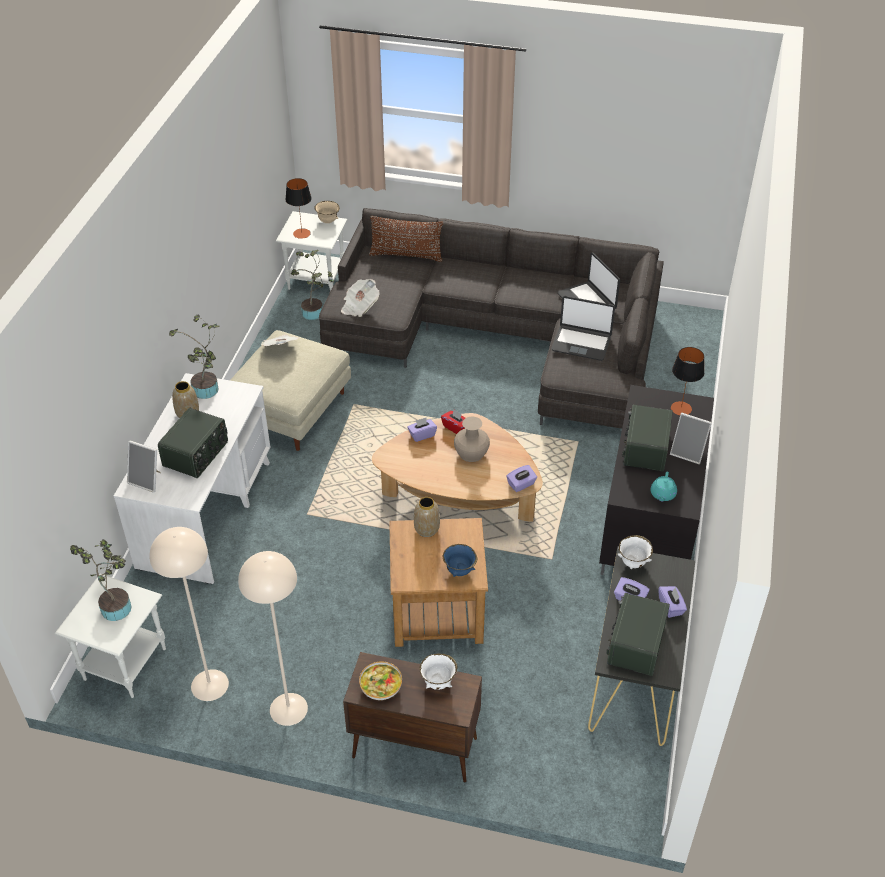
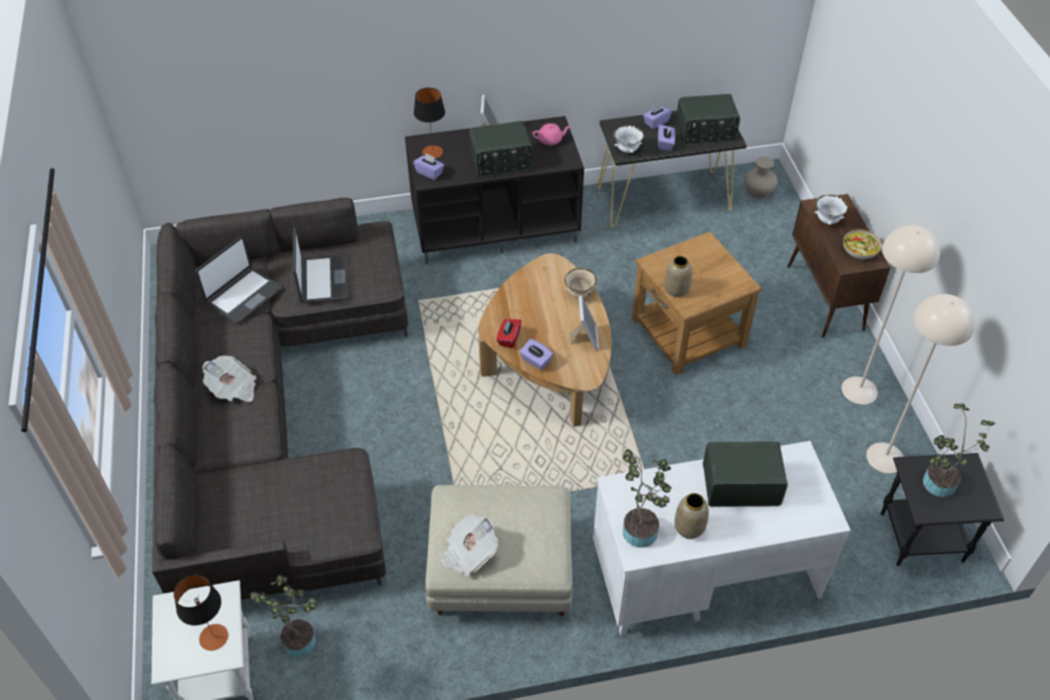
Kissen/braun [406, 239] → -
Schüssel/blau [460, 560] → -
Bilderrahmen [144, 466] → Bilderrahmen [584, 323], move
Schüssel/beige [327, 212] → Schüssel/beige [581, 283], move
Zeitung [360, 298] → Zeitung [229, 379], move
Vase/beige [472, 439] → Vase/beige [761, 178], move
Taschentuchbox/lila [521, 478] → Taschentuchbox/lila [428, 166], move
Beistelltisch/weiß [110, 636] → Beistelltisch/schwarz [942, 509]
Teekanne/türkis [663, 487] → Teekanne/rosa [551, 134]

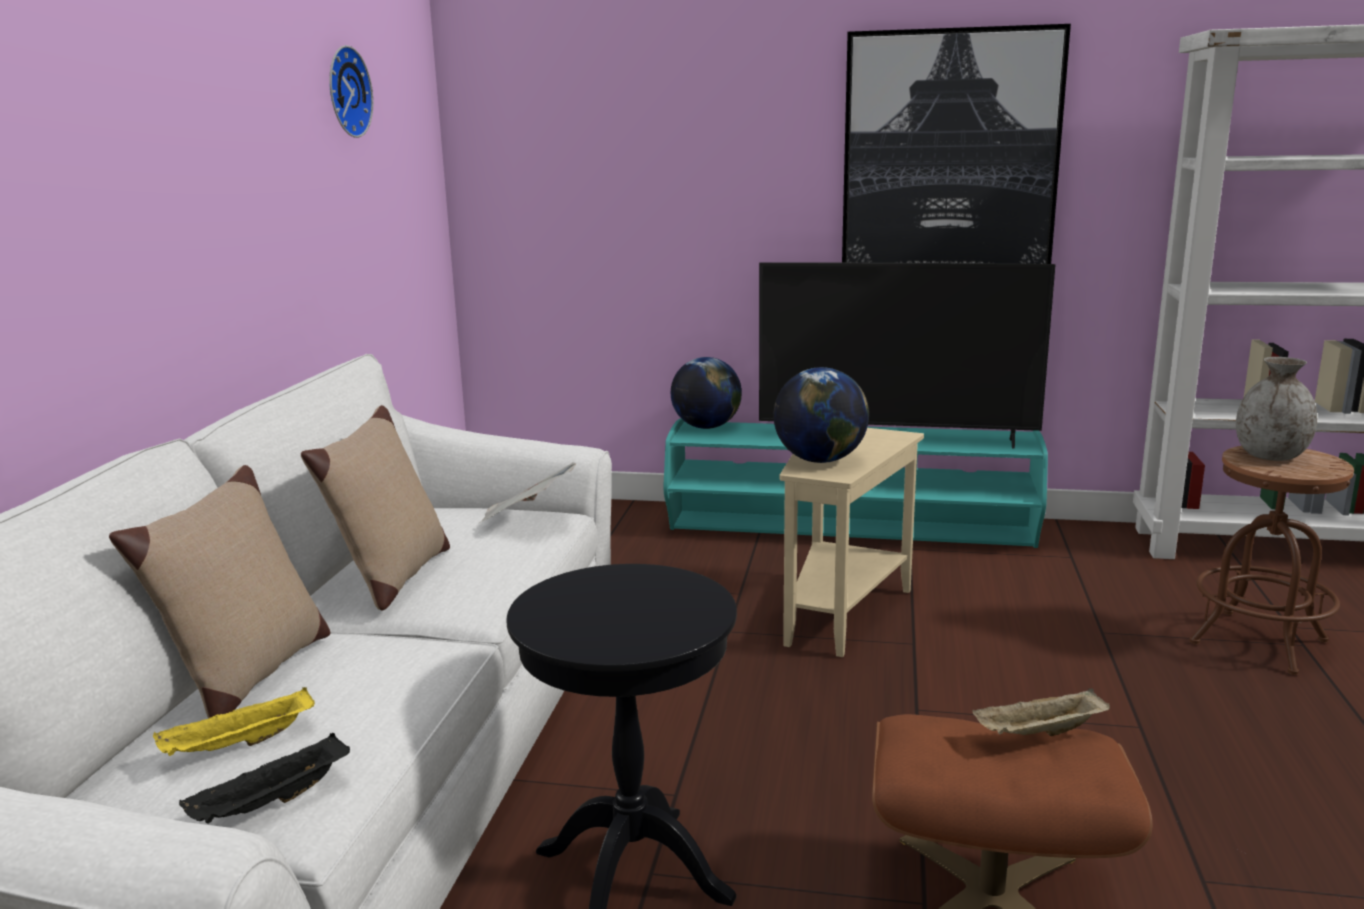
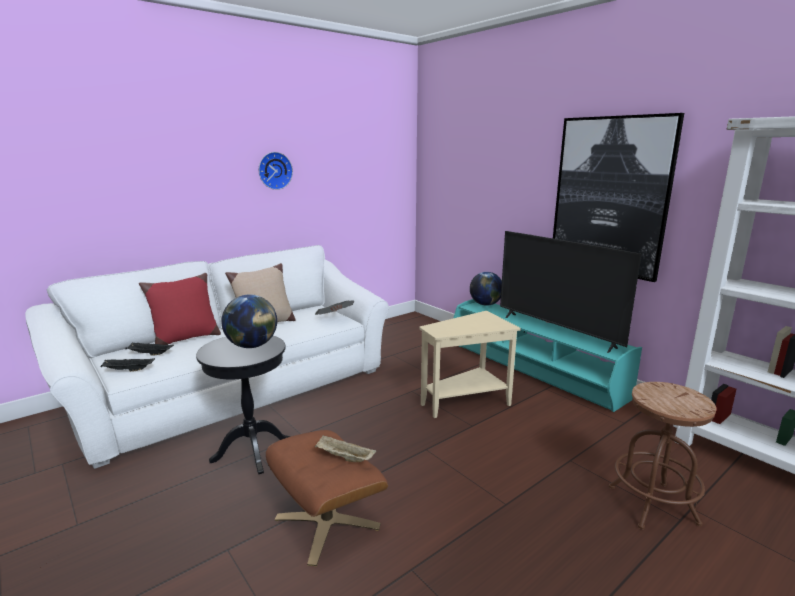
Vase/grau [1276, 409] → -
Wanduhr [351, 91] → Wanduhr [276, 171], move
Globus [821, 415] → Globus [249, 321], move
Kissen/beige [219, 592] → Kissen/rot [180, 309]
Tablett/gelb [234, 721] → Tablett/schwarz [149, 349]

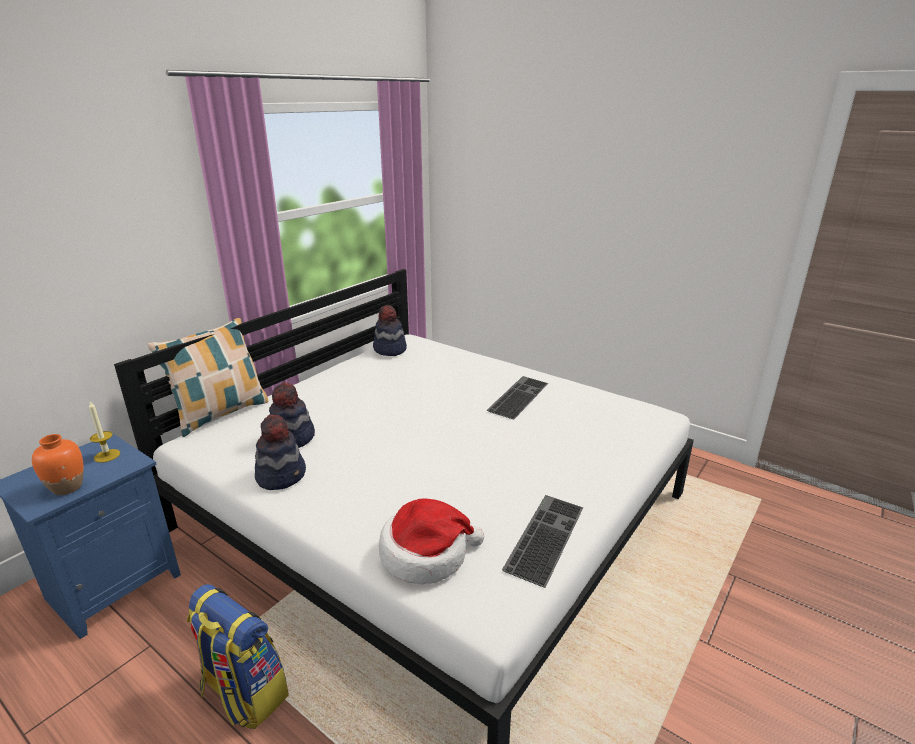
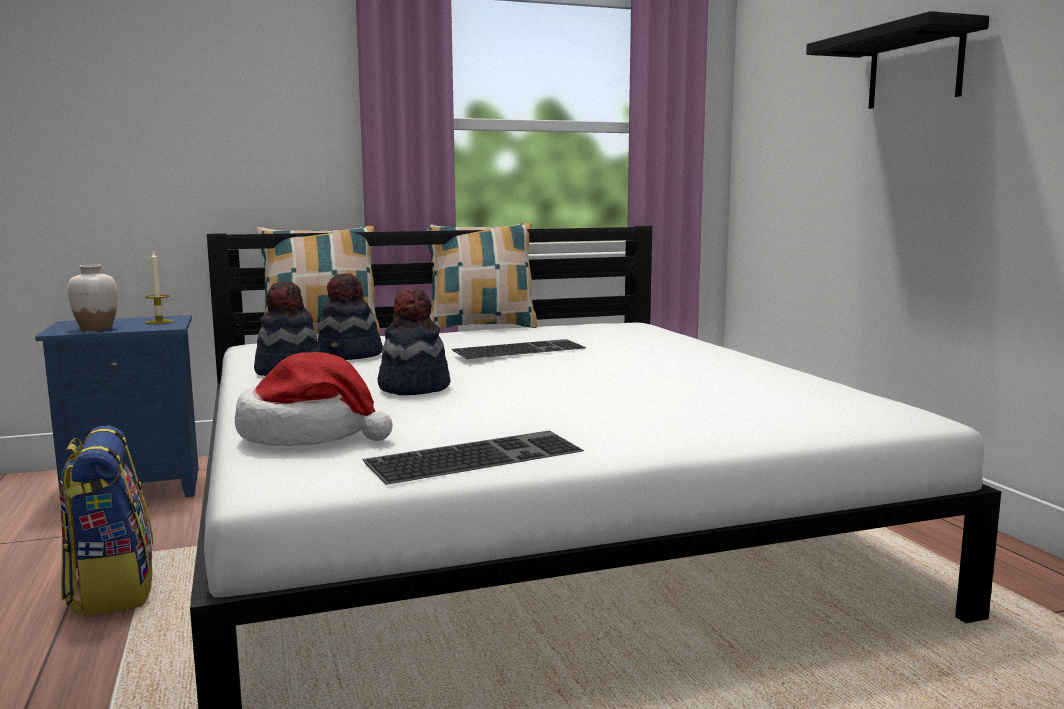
- → Kissen [482, 276]
- → Wandregal/schwarz [897, 60]
Hut [390, 330] → Hut [414, 341], move
Tastatur [517, 398] → Tastatur [519, 349], move
Vase/orange [58, 464] → Vase/weiß [92, 297]

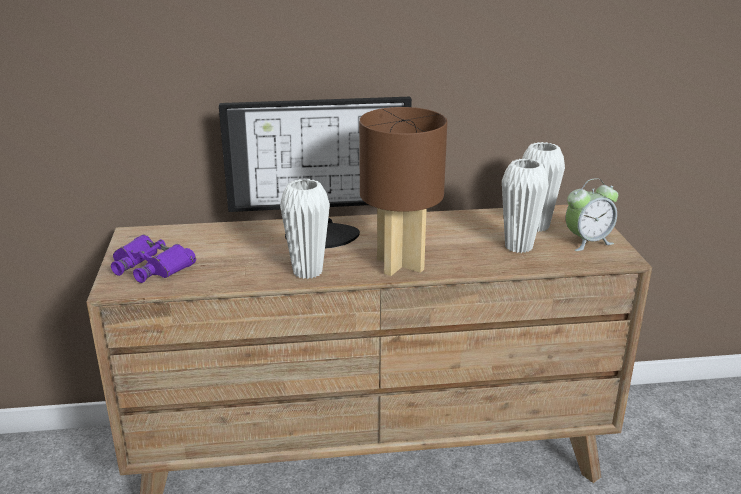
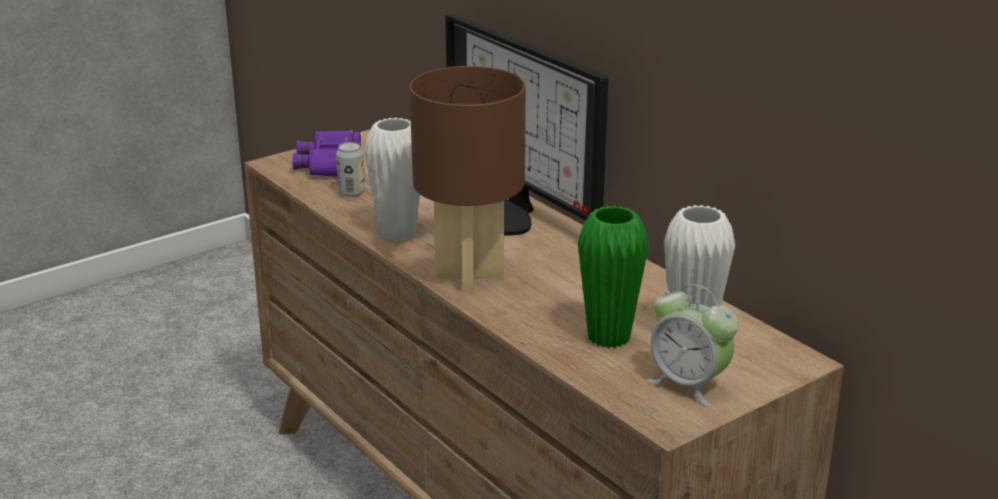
- → Dose [350, 169]
Vase/weiß [525, 206] → Vase/grün [613, 277]

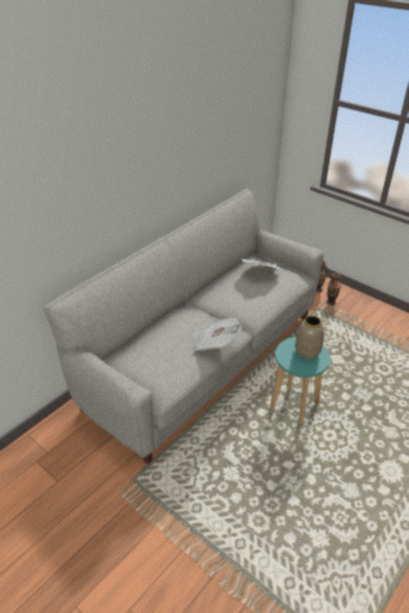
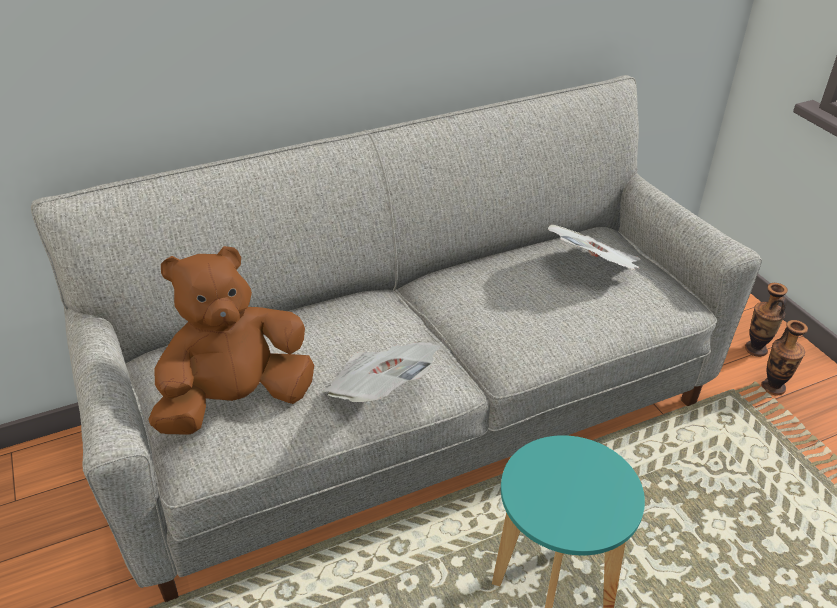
Vase [309, 337] → -
- → Plüschtier/braun [231, 340]

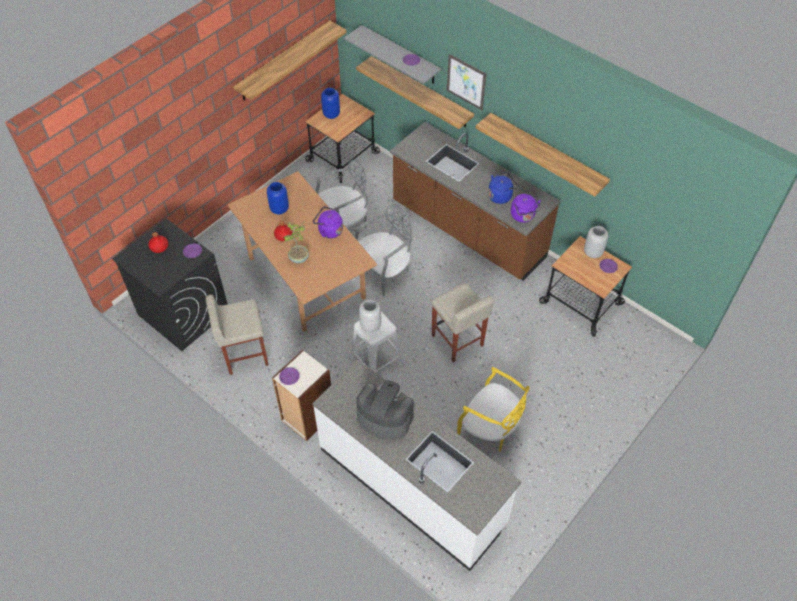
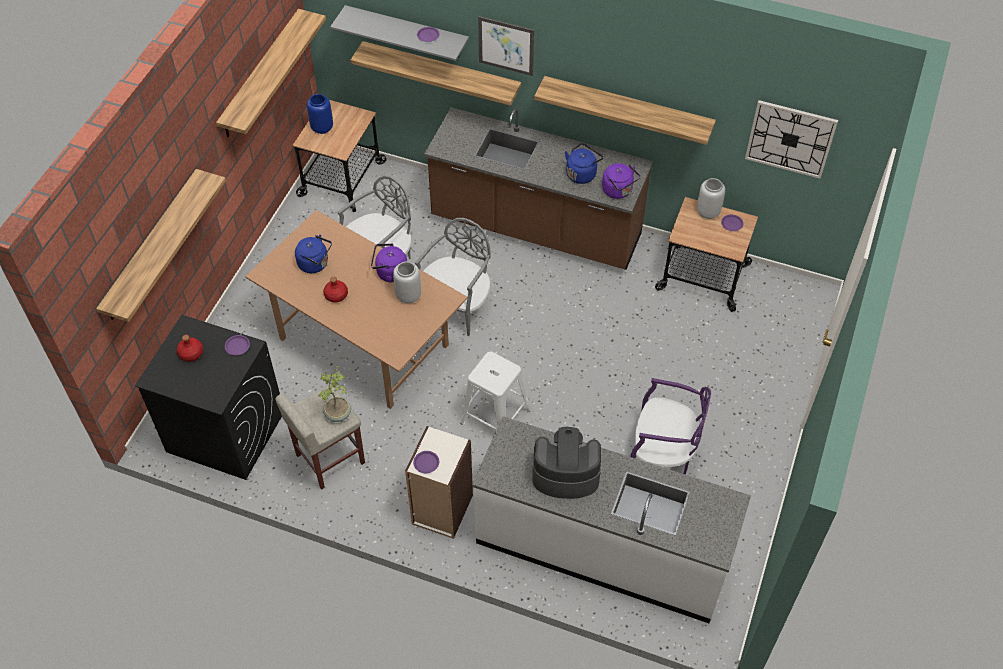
Hocker/beige [462, 322] → -
- → Wandregal [161, 245]
- → Wanduhr [791, 139]
Topfpflanze [296, 242] → Topfpflanze [335, 394], move
Vase/grau [370, 316] → Vase/grau [407, 282], move
Vase/blau [278, 198] → Wasserkessel/blau [313, 254]
Stuhl/gelb [493, 409] → Stuhl/lila [670, 426]

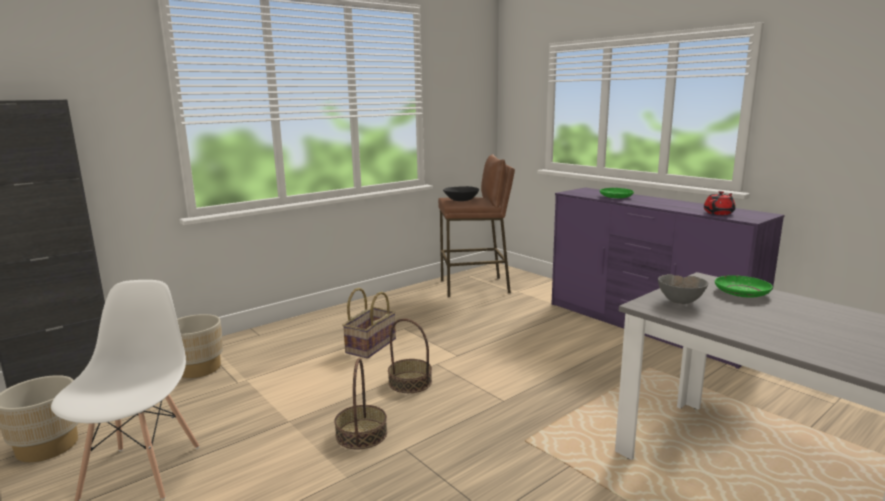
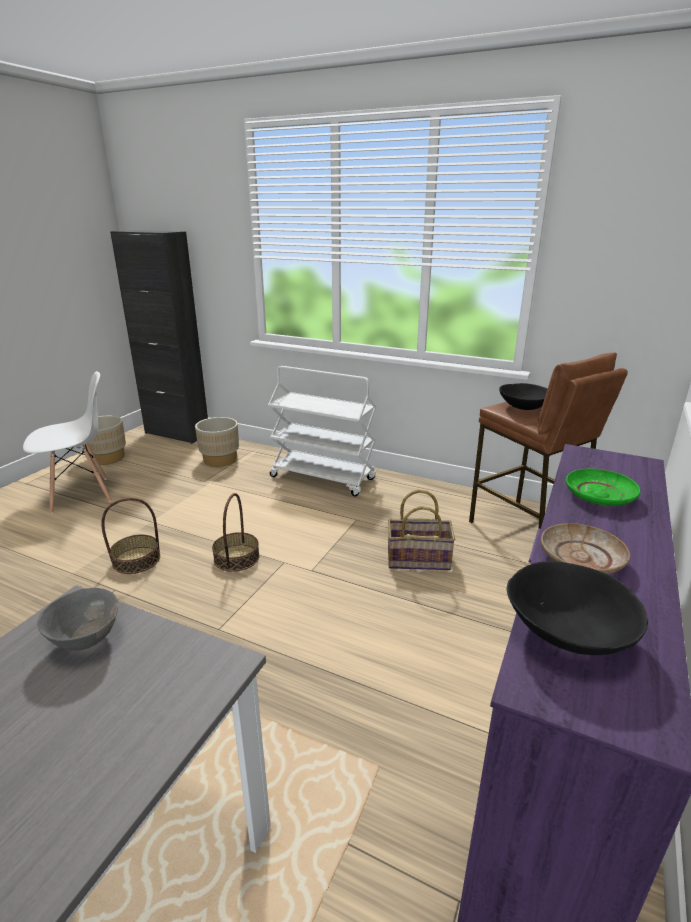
Teller/grün [744, 286] → -
- → Rollwagen/weiß [322, 431]
- → Teller/beige [585, 548]
Korb [369, 323] → Korb [421, 530], move
Teekanne/rot [720, 203] → Schüssel/schwarz [577, 608]

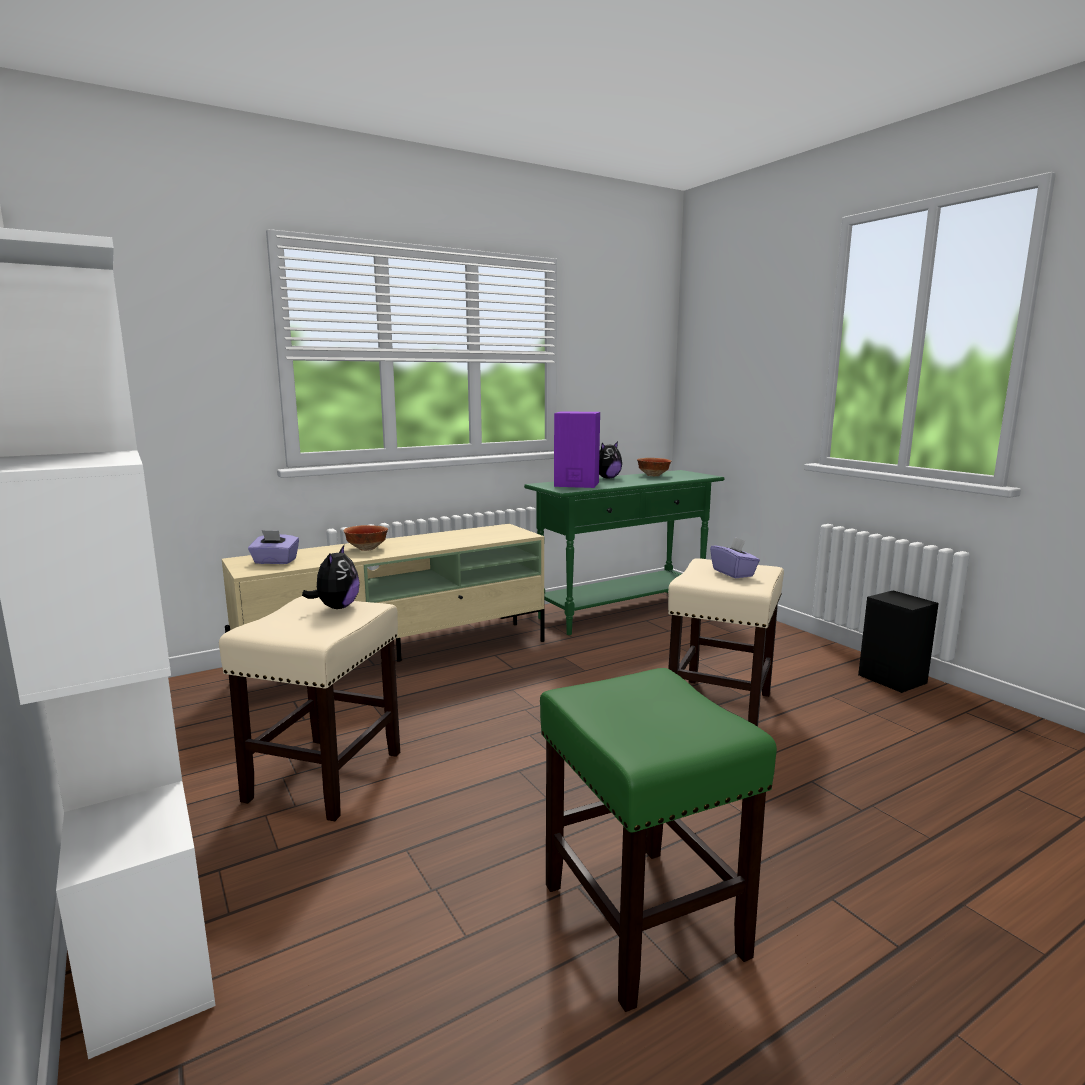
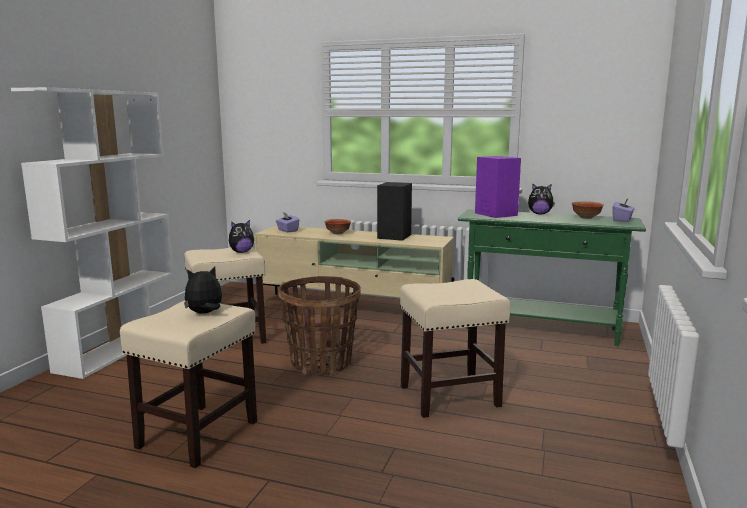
- → Plüschtier [203, 290]
- → Korb [319, 325]
Taschentuchbox/lila [735, 557] → Taschentuchbox/lila [624, 210], move
Lautsprecher/schwarz [898, 641] → Lautsprecher/schwarz [394, 211], move
Hocker/grün [658, 840] → Hocker/beige [188, 384]

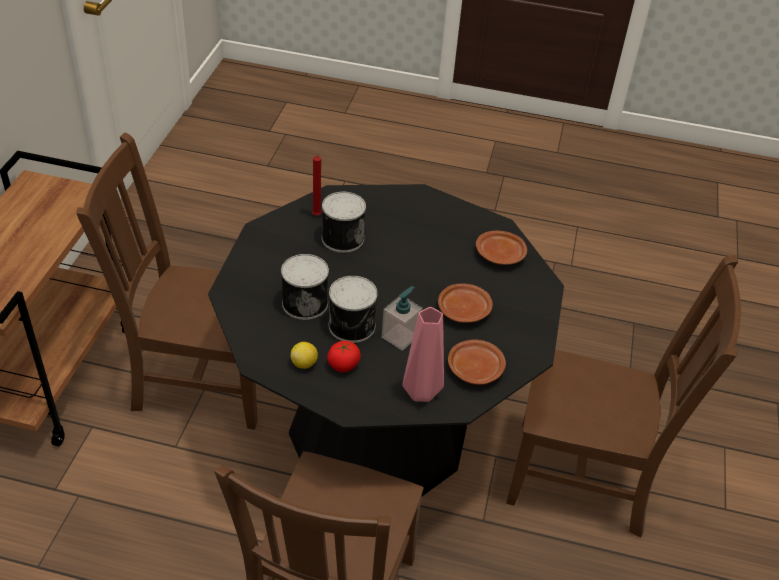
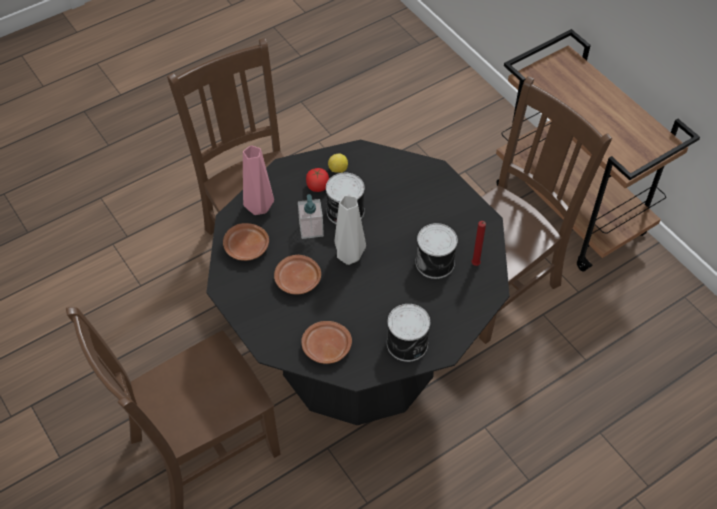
- → Vase/grau [350, 230]
Dose [305, 287] → Dose [408, 333], move

